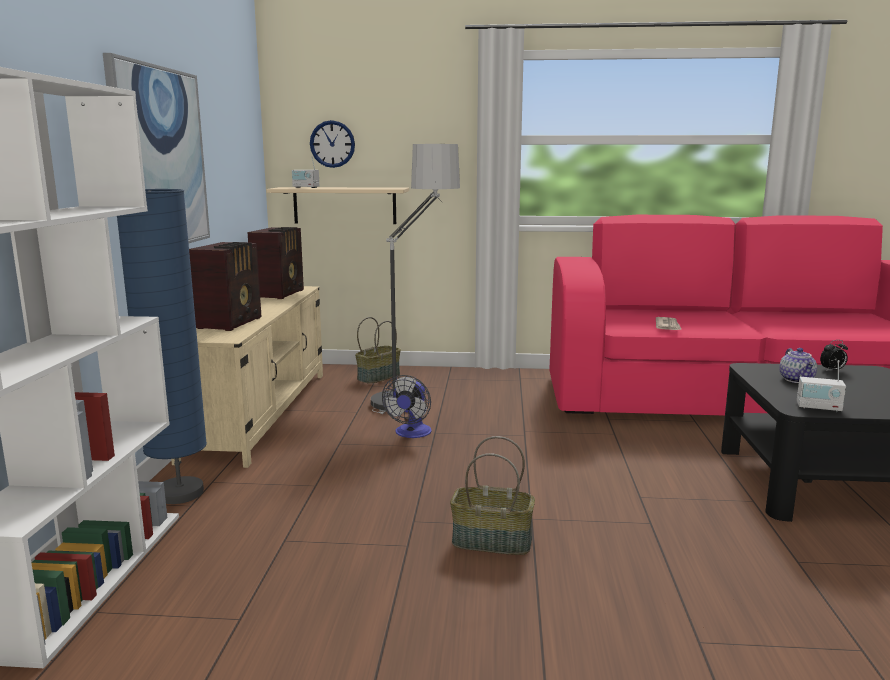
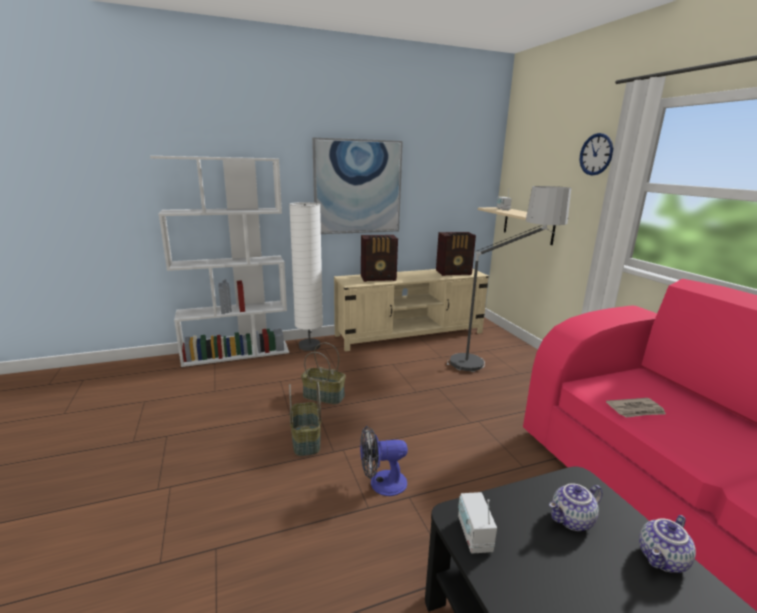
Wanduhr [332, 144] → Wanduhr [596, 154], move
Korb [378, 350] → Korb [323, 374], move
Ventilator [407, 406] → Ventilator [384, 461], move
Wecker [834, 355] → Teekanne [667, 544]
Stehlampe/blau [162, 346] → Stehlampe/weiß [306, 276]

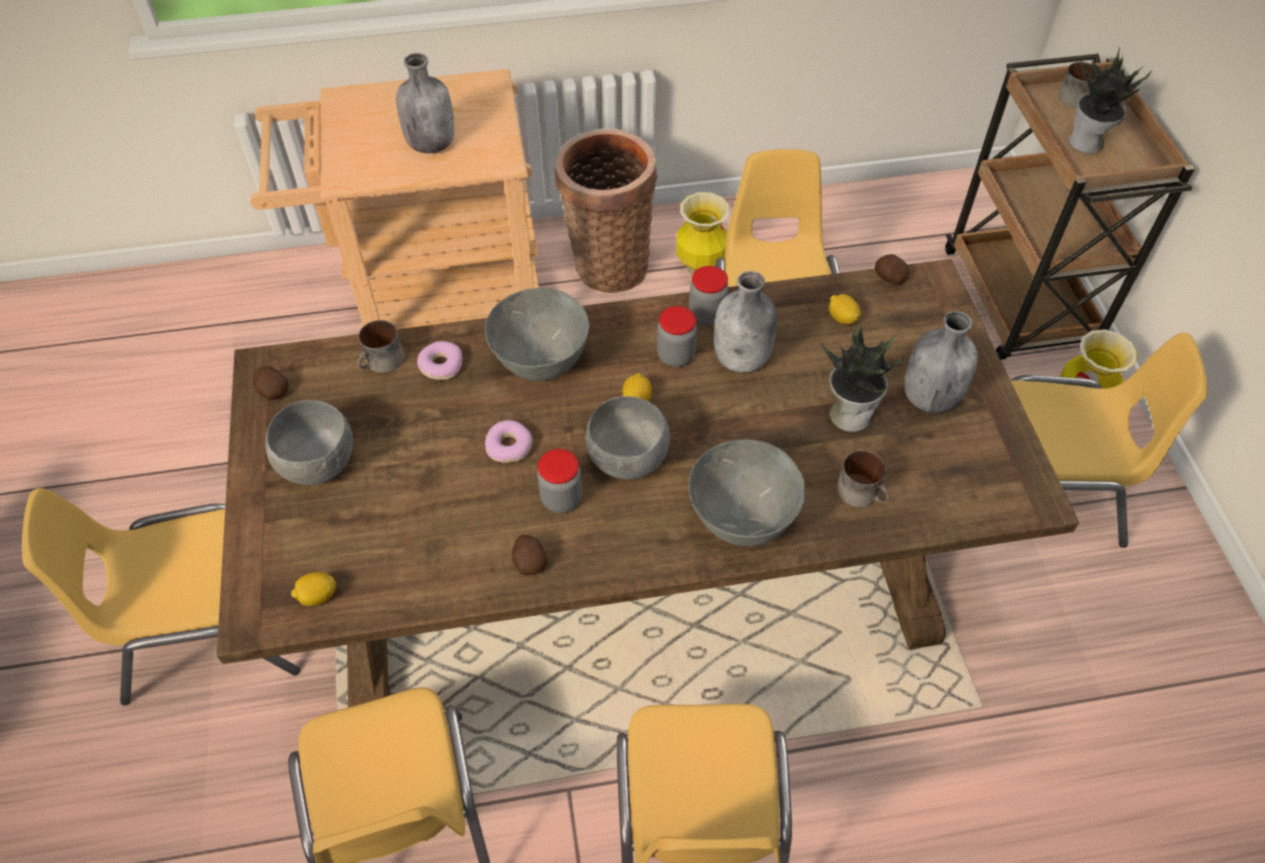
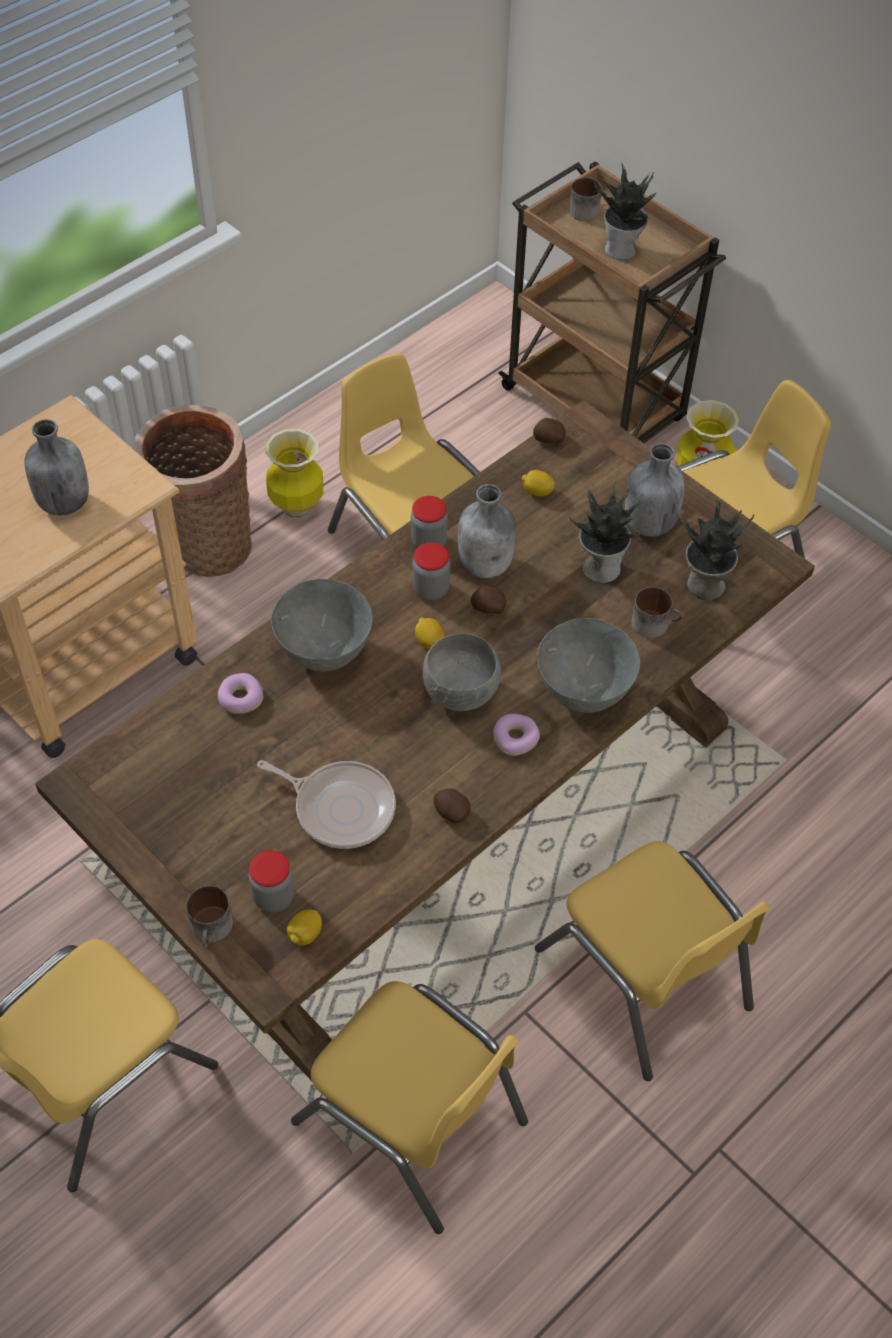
Schüssel/grau [309, 442] → -
- → Pfanne [326, 804]
- → Topfpflanze [715, 549]
Kartoffel [271, 383] → Kartoffel [488, 600], move
Henkelbecher [380, 346] → Henkelbecher [209, 916], move
Donut [509, 441] → Donut [516, 735], move
Vorratsglas [559, 481] → Vorratsglas [271, 881], move

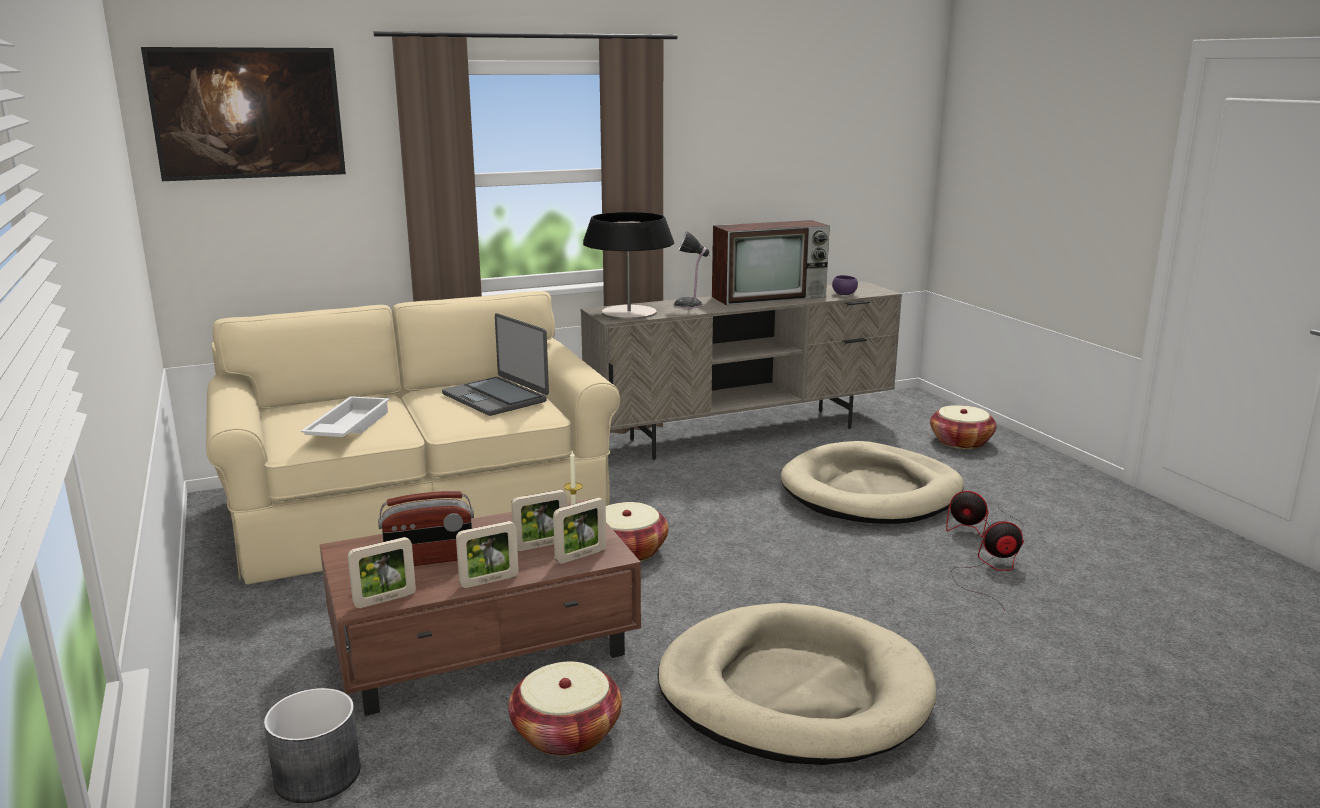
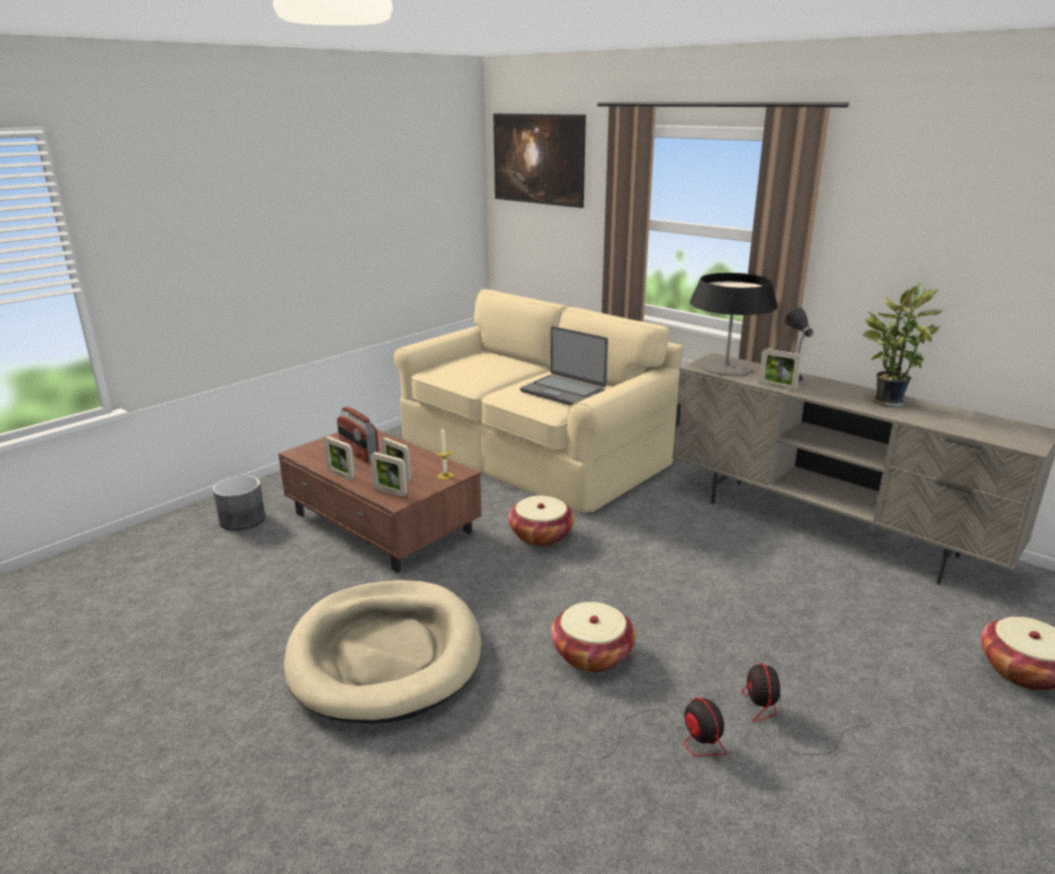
Tablett/weiß [345, 416] → -
Hundebett/beige [872, 482] → -
Schüssel/lila [845, 285] → -
Bilderrahmen [382, 572] → Bilderrahmen [780, 369], move
Korb [565, 709] → Korb [593, 637], move
Fernseher [771, 262] → Topfpflanze [902, 344]
Laptop [495, 364] → Laptop [564, 365], 75 degrees counterclockwise

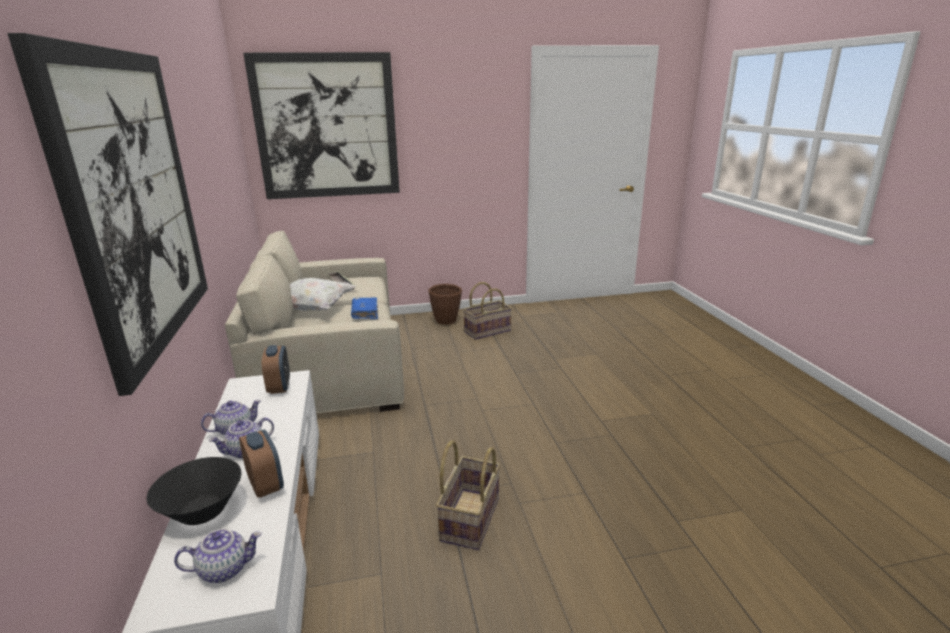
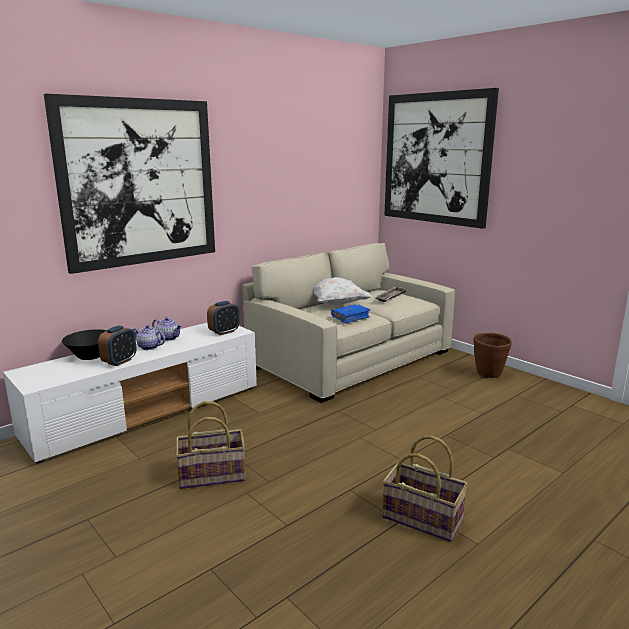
Teekanne [218, 556] → -
Korb [487, 311] → Korb [425, 488], move

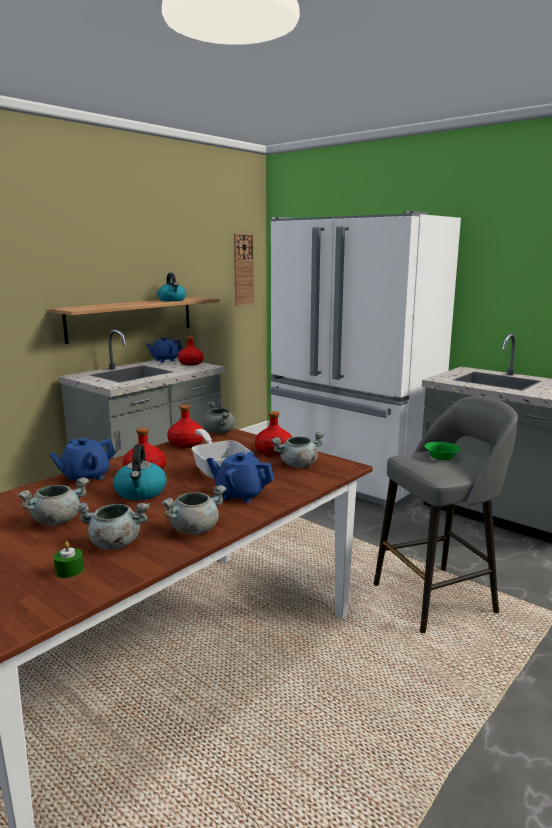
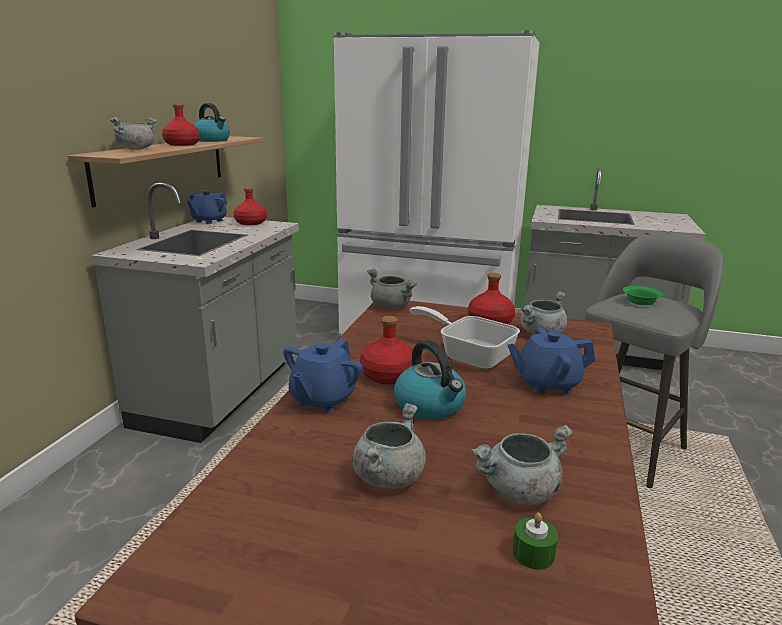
Wanduhr [244, 269] → -
Kochtopf/grau [193, 510] → Kochtopf/grau [133, 133], move
Flasche/rot [185, 426] → Flasche/rot [181, 125], move

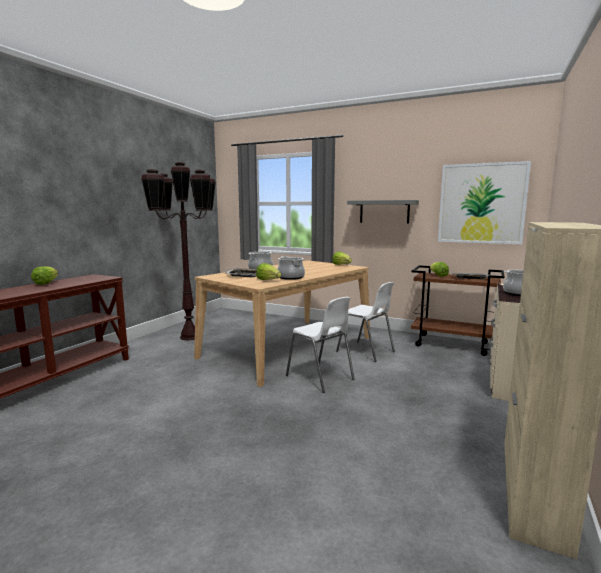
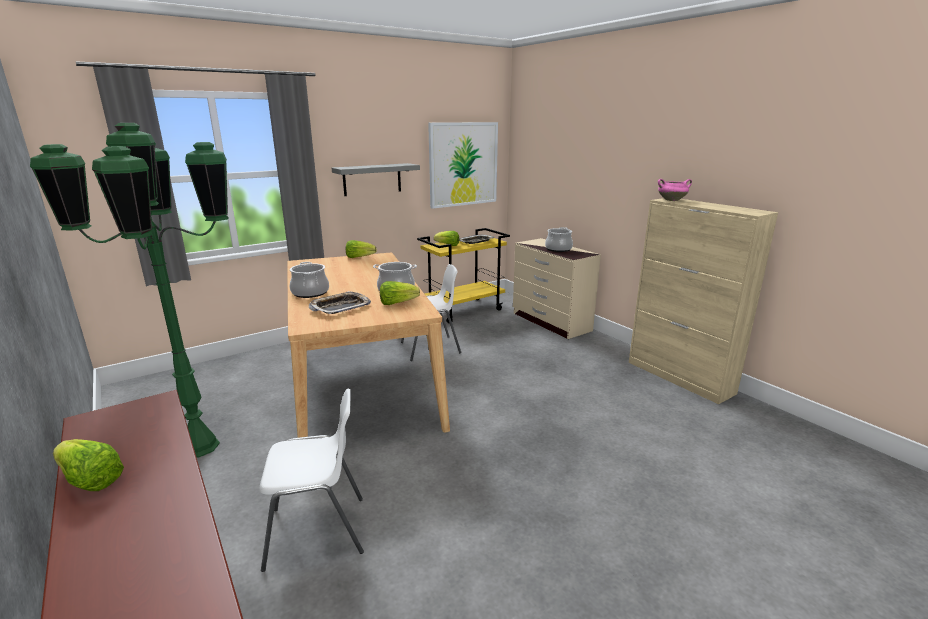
- → Kochtopf/rosa [675, 190]
Stuhl/weiß [320, 345] → Stuhl/weiß [312, 480], move
Stehlampe/braun [178, 251] → Stehlampe/grün [129, 290]
Rollwagen/braun [457, 310] → Rollwagen/gelb [463, 275]

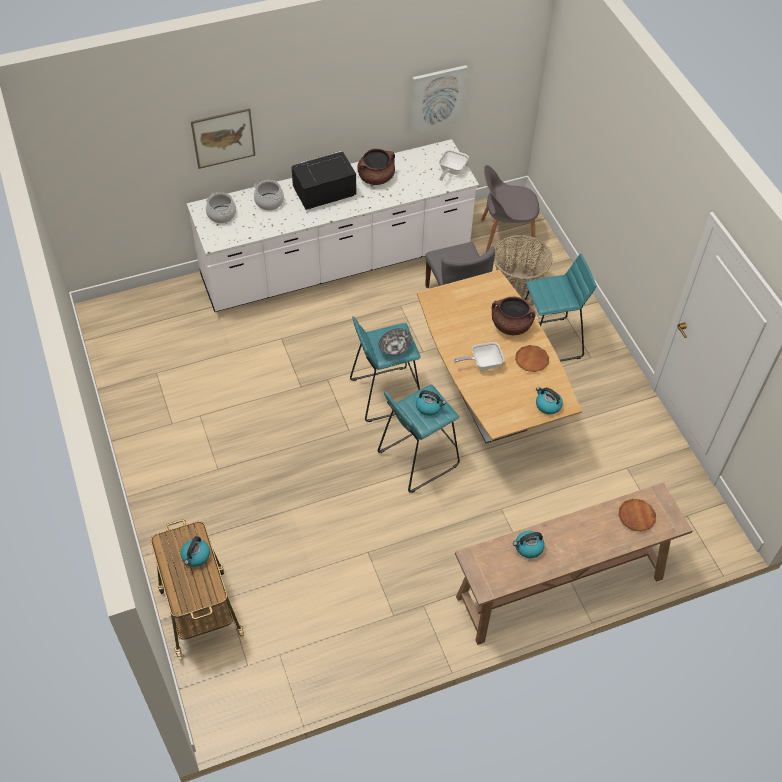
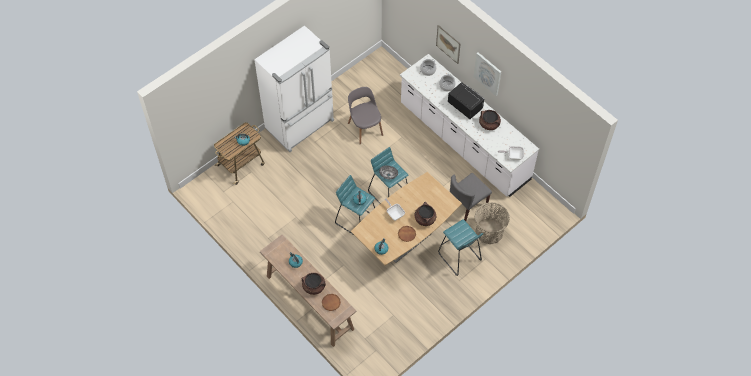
- → Kühlschrank/weiß [294, 89]
- → Kochtopf/braun [314, 284]
Bild [439, 99] → Bild [487, 74], move
Stuhl/grau [510, 208] → Stuhl/grau [365, 115], move

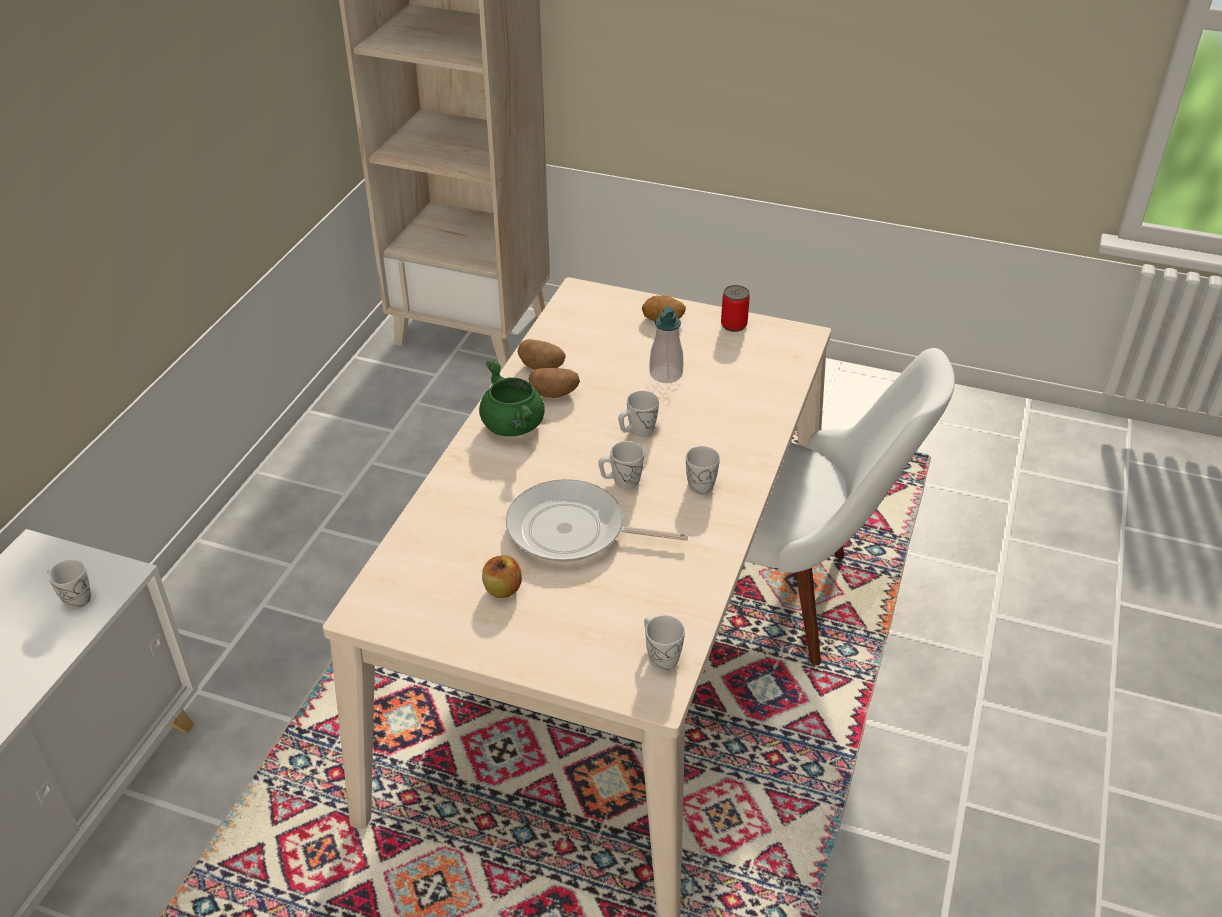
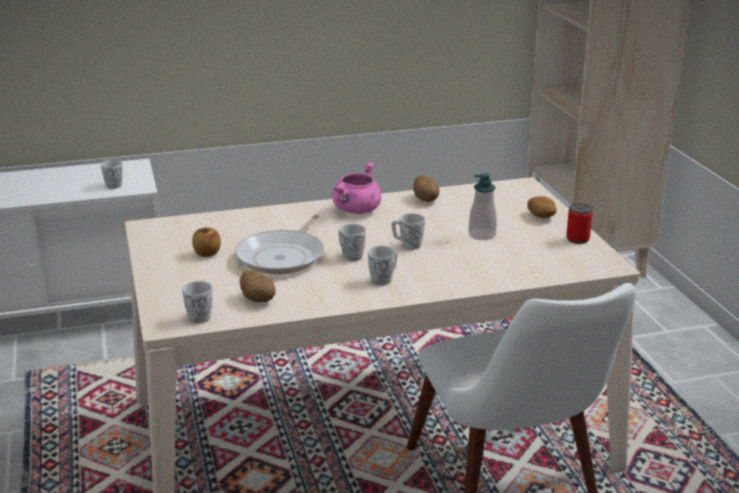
Kartoffel [554, 383] → Kartoffel [258, 286], move
Kochtopf/grün [512, 398] → Kochtopf/rosa [356, 187]
Pfanne [597, 520] → Pfanne [279, 244], 135 degrees counterclockwise

